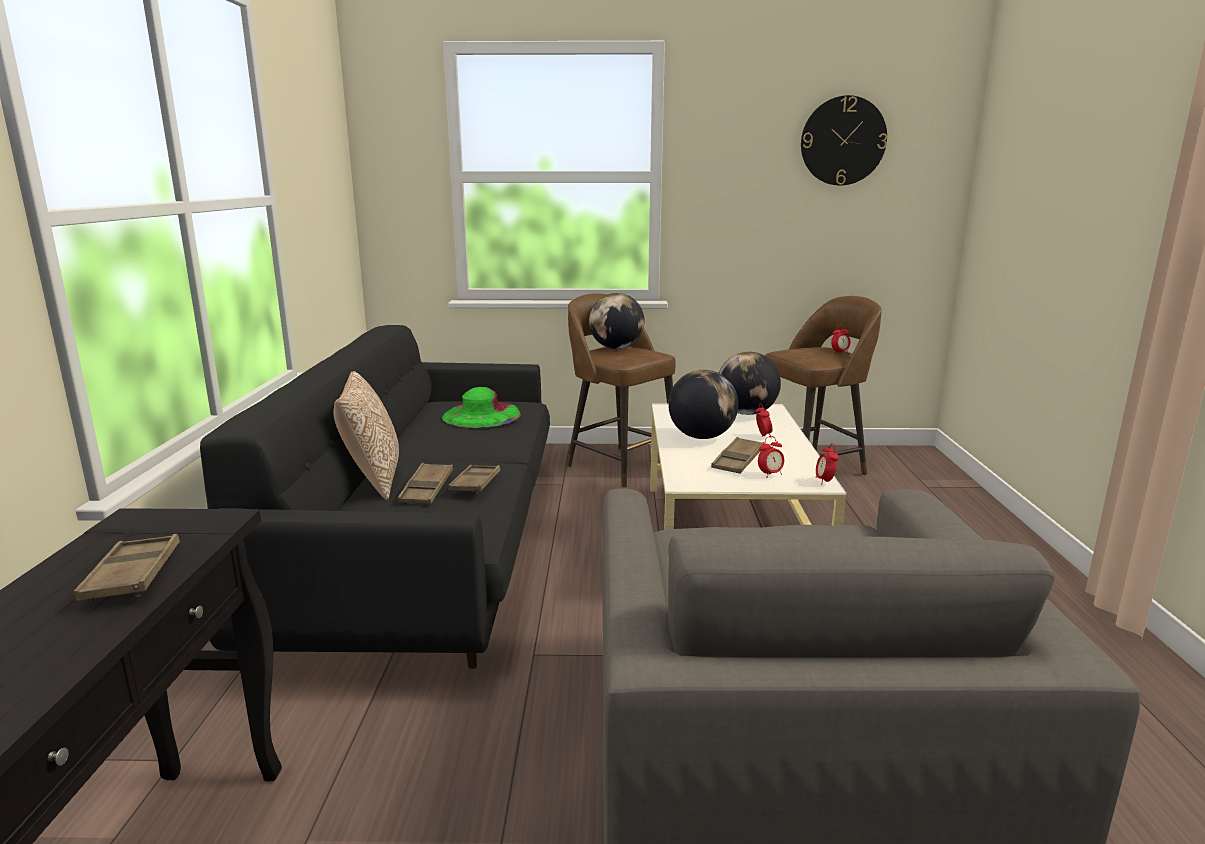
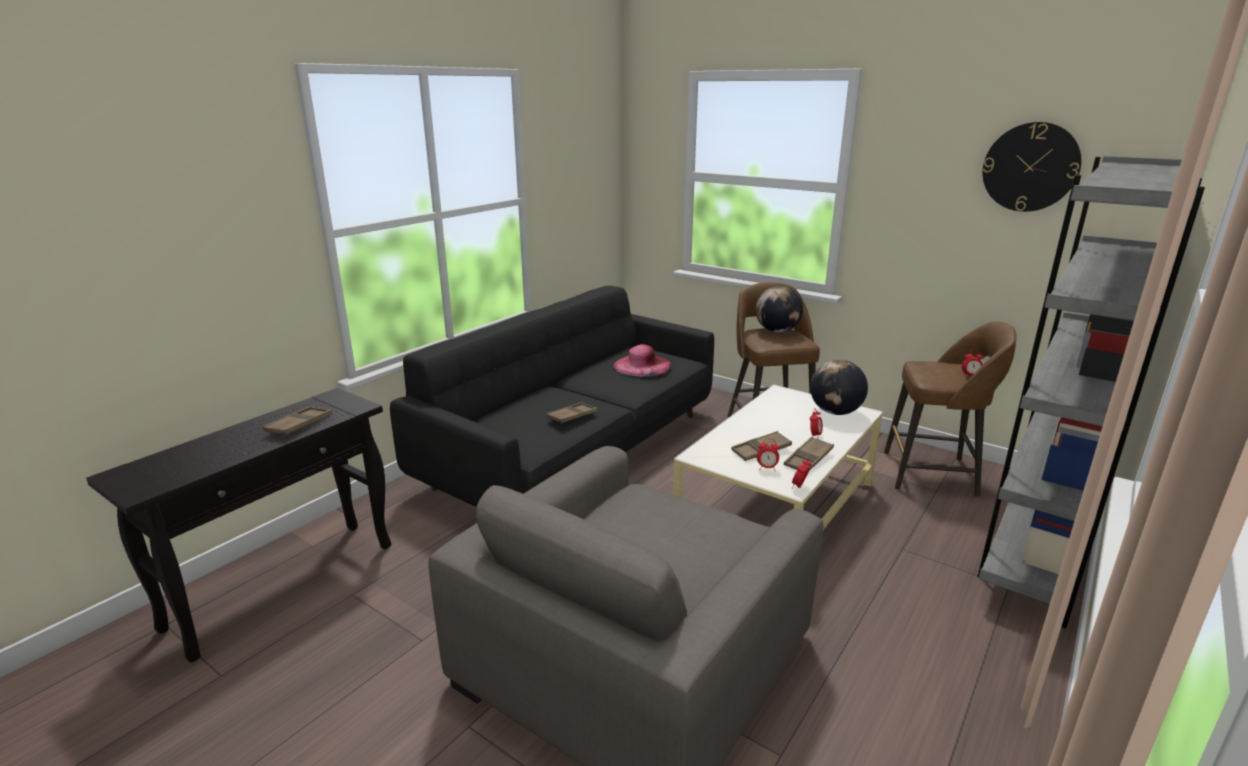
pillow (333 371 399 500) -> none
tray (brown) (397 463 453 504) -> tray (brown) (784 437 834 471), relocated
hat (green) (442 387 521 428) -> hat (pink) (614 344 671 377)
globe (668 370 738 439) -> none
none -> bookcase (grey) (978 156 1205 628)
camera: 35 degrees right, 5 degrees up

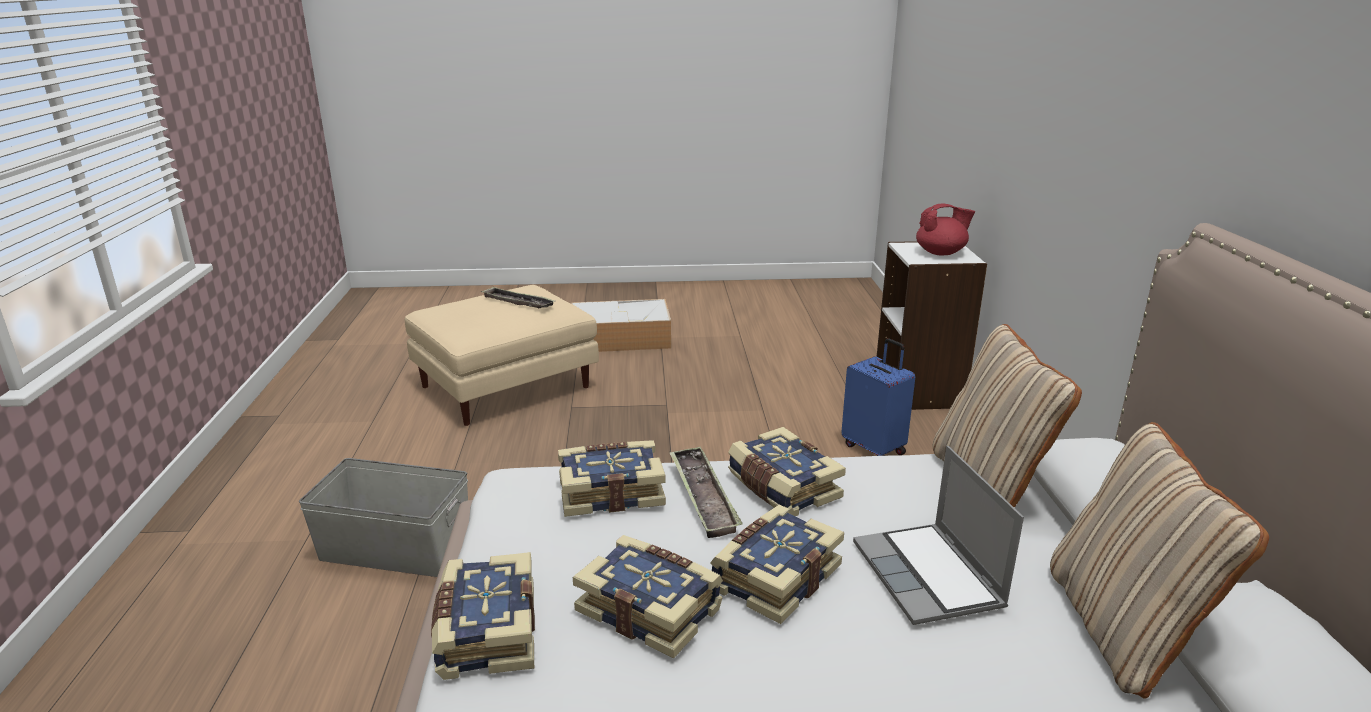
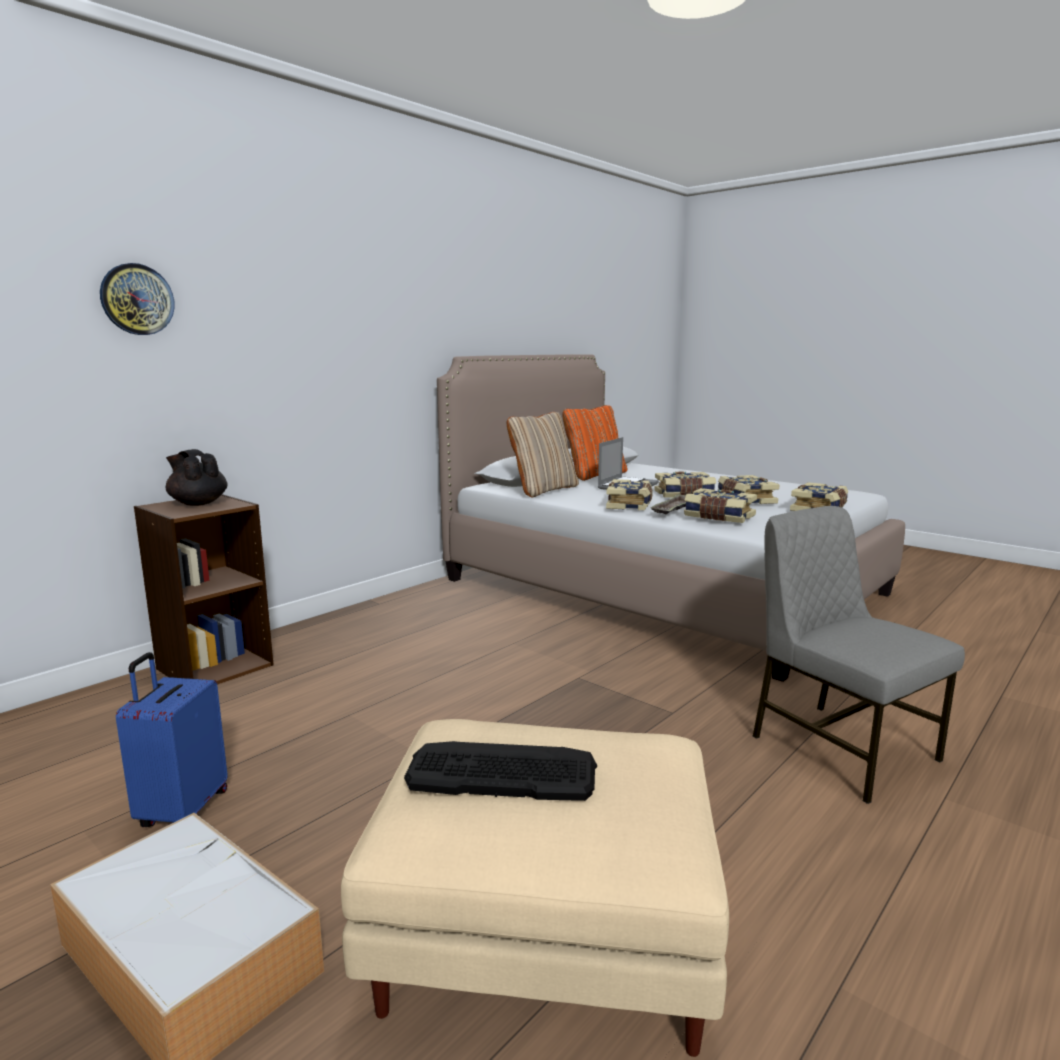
storage box (grey) (299 458 468 577) -> chair (grey) (753 506 965 804)
tray (481 287 555 308) -> keyboard (404 741 597 801)
suitcase (blue) (841 338 915 456) -> suitcase (blue) (116 652 228 827), relocated
bookcase (white) (877 241 987 410) -> bookcase (brown) (134 494 274 685)
teapot (red) (916 203 975 256) -> teapot (black) (166 449 227 506)
pillow (beige) (1050 422 1269 699) -> pillow (orange) (562 405 627 481)
none -> wall clock (100 263 175 335)
camera: 135 degrees left, 10 degrees down

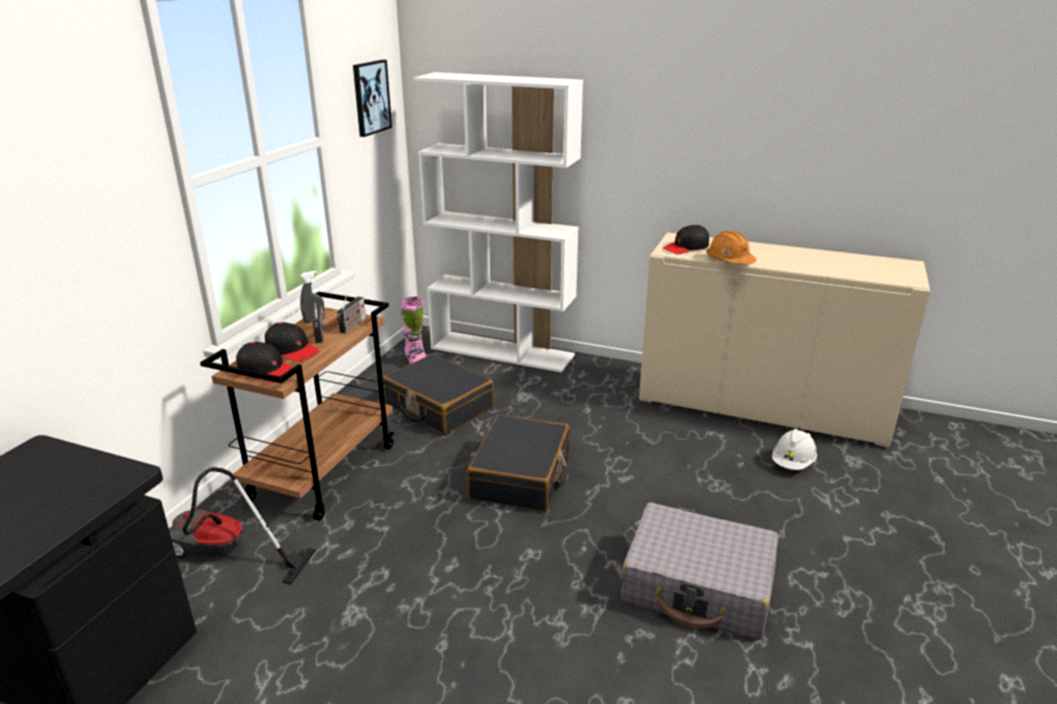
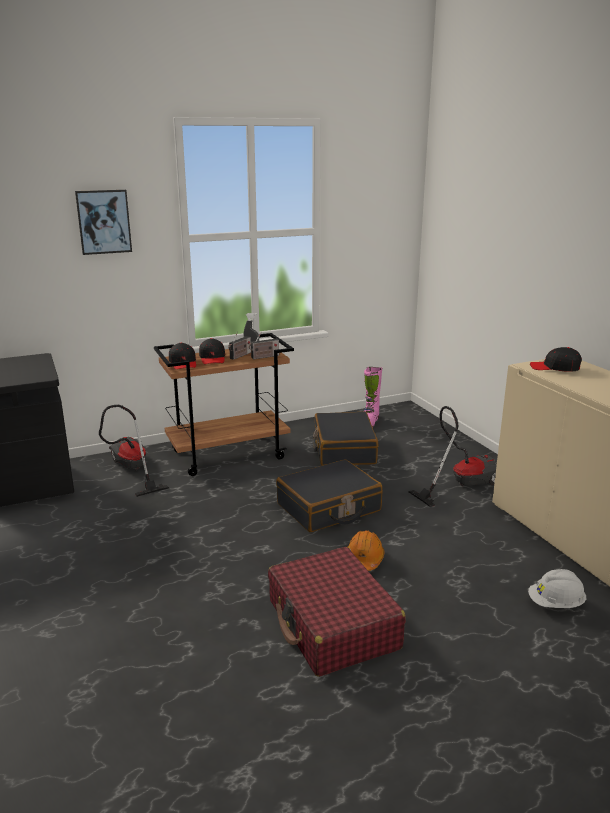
picture (353 60 392 137) -> picture (75 190 132 255), relocated
bookcase (white) (413 72 583 373) -> none
suitcase (grey) (621 502 778 640) -> suitcase (red) (268 547 406 677)
hard hat (orange) (706 231 756 265) -> hard hat (orange) (348 530 384 571), relocated
none -> vacuum cleaner (409 406 497 507)
camera: 45 degrees right, 5 degrees down

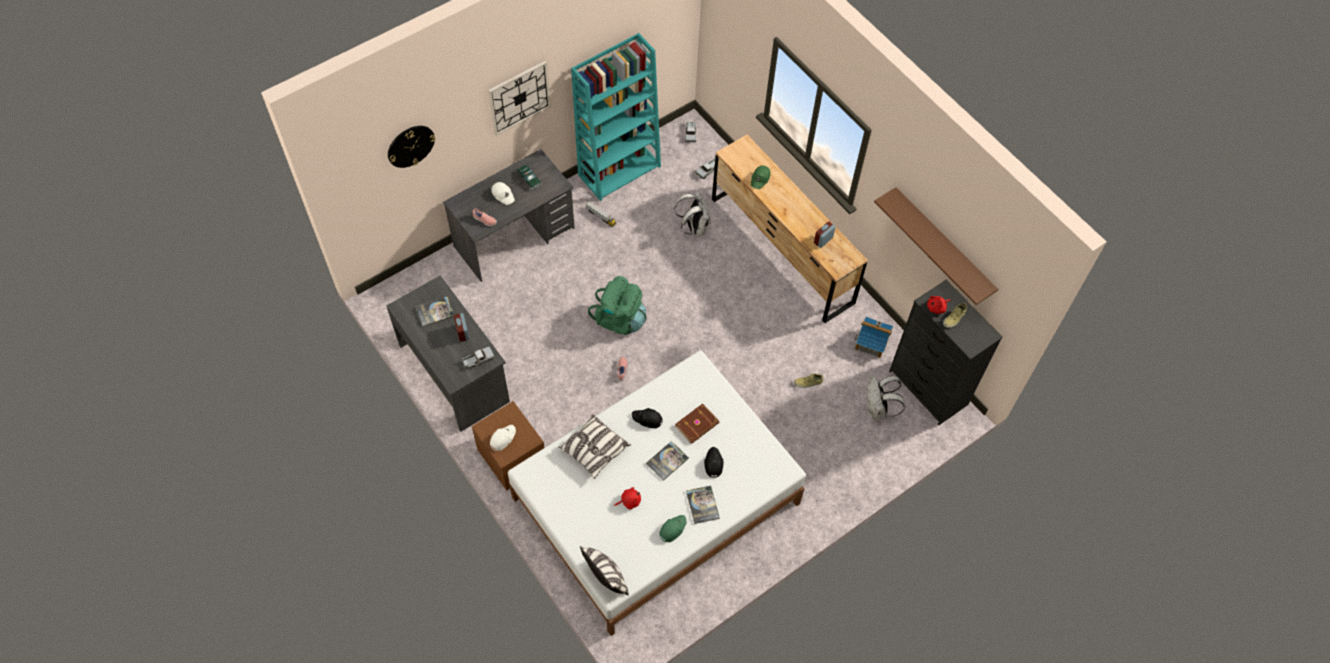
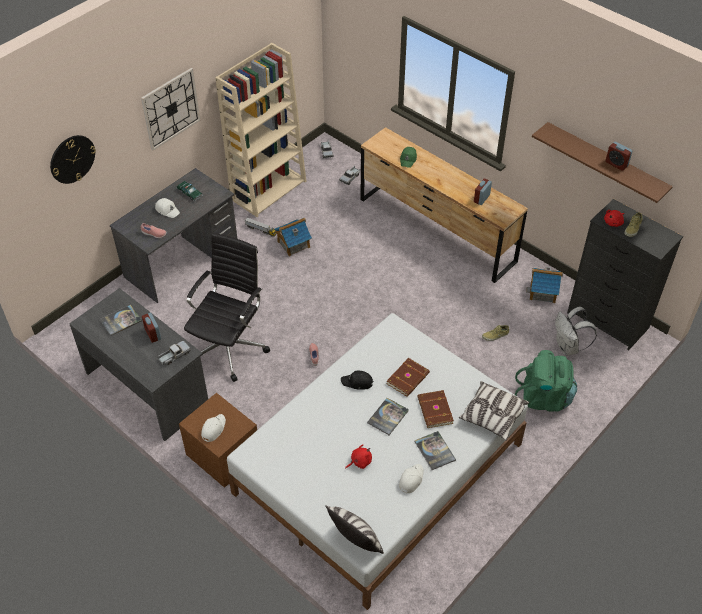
pillow (558 414 631 479) -> pillow (459 381 529 441), relocated
bookcase (turquoise) (571 33 661 201) -> bookcase (beige) (215 43 306 217)
backpack (green) (588 276 646 335) -> backpack (green) (515 350 577 412), relocated
cap (green) (659 515 687 542) -> cap (white) (399 464 424 494)
backpack (white) (674 191 711 237) -> none
cap (black) (704 447 724 478) -> book (brown) (418 390 454 428)
none -> office chair (black) (184 233 270 382)
none -> toy house (274 218 312 256)
none -> alarm clock (605 142 633 171)
camera: 10 degrees left, 10 degrees down

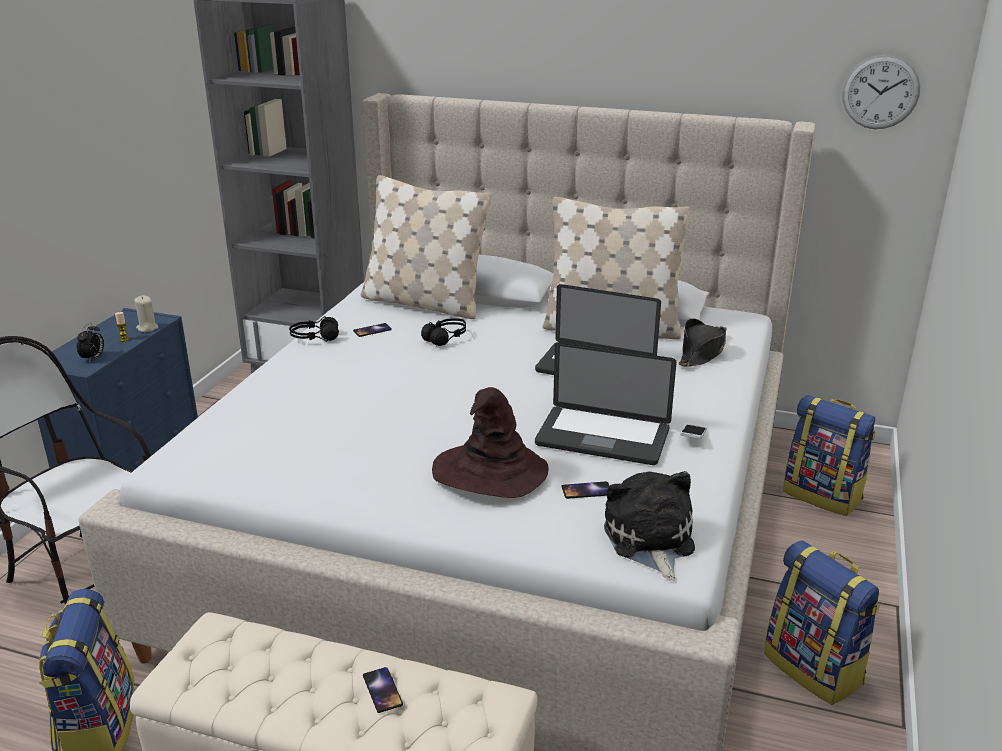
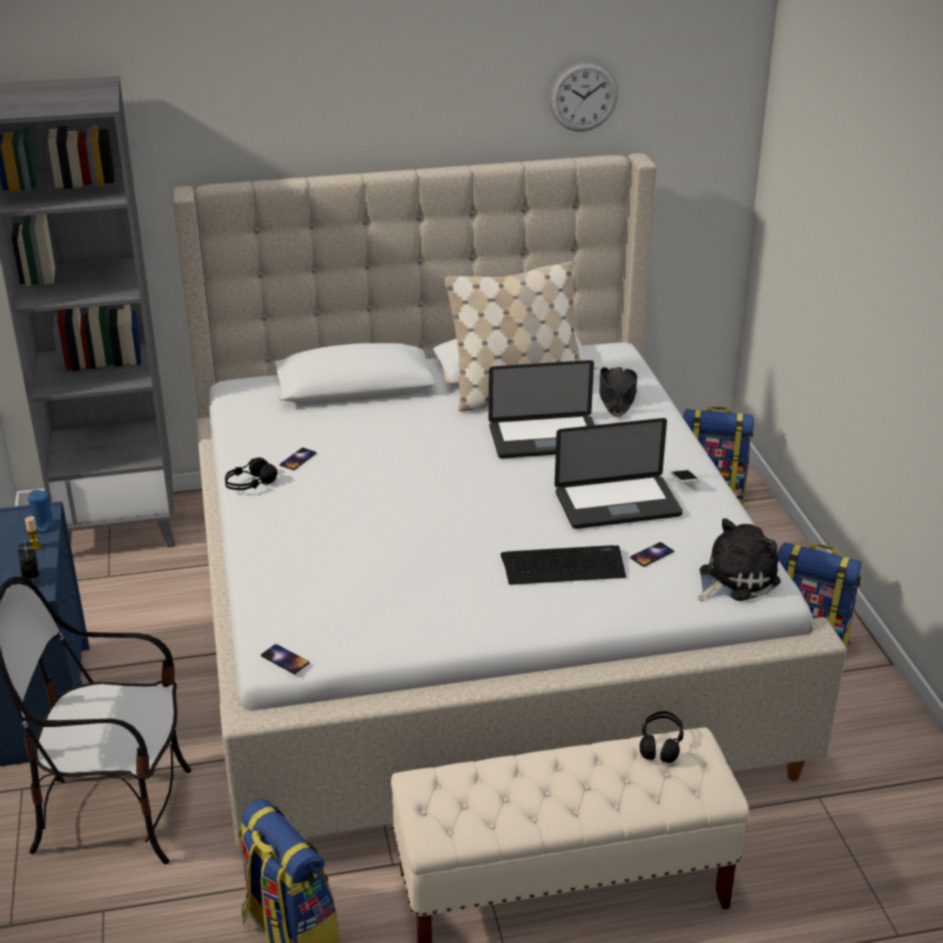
candle (beige) (134 295 158 332) -> candle (blue) (28 490 57 532)
pillow (beige) (361 175 492 319) -> none
phone (363 667 403 713) -> phone (261 644 309 674), relocated
headphones (black) (421 318 466 346) -> headphones (black) (640 711 684 763), relocated
hat (brown) (432 387 548 498) -> keyboard (501 545 626 585)
plush toy (604 471 695 580) -> plush toy (698 518 781 602), 90 degrees clockwise
wall clock (842 55 920 129) -> wall clock (550 62 618 132), relocated
camera: 30 degrees left, 5 degrees up

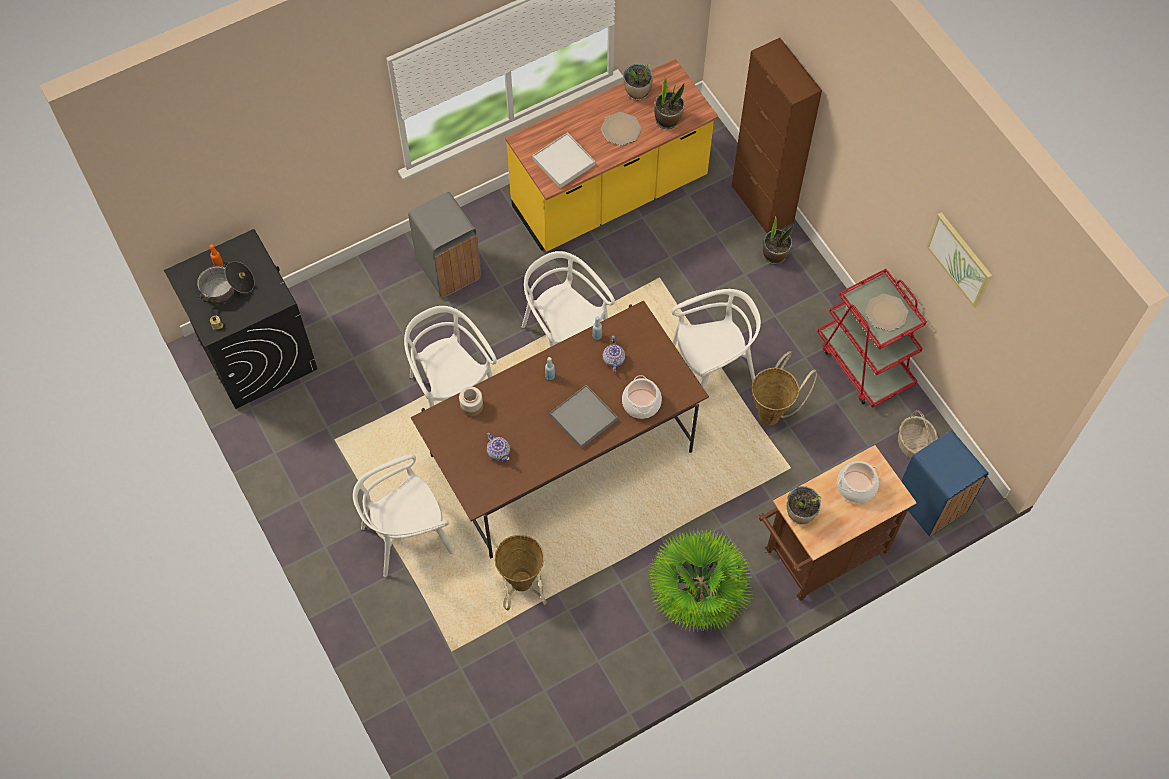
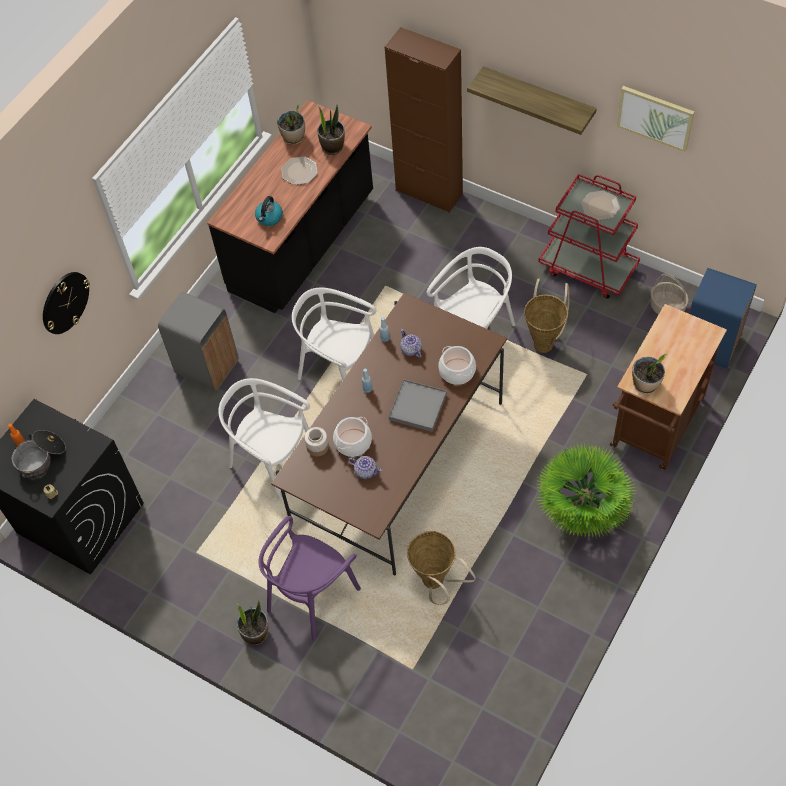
chair (white) (353 454 454 577) -> chair (purple) (258 516 361 641)
counter (yellow) (505 59 718 252) -> counter (black) (207 100 373 313)
tray (white) (532 133 595 188) -> kettle (255 196 283 226)
potted plant (763 216 794 264) -> potted plant (237 601 268 645), relocated
cooking pot (837 461 880 503) -> cooking pot (333 417 372 457), relocated
none -> wall clock (43 272 90 334)
none -> shelf (467 66 597 135)
camera: 25 degrees left, 5 degrees down

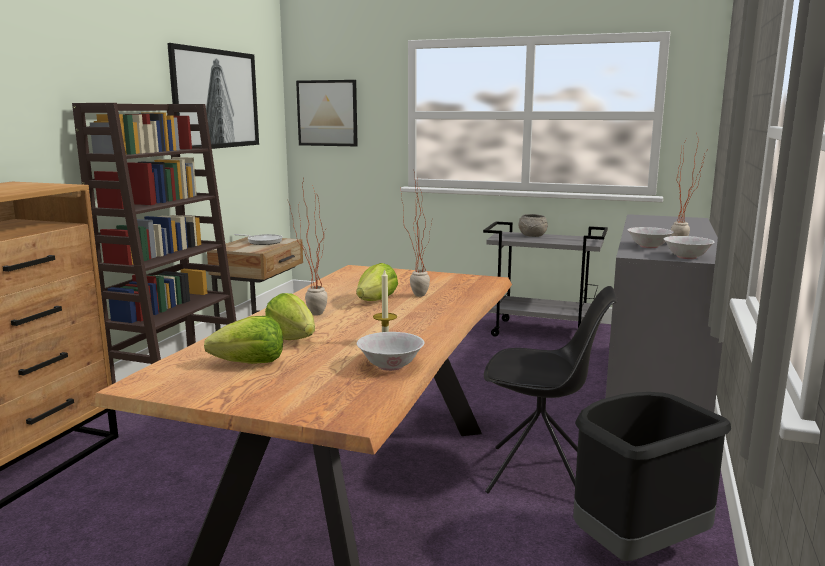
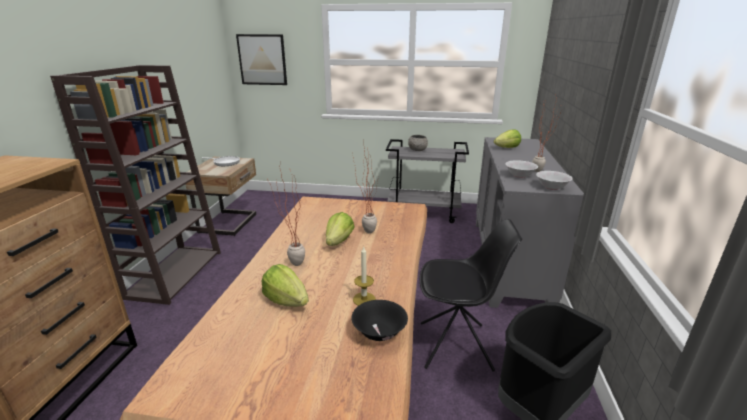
picture (167 43 259 149) -> none
lettuce (204 316 283 364) -> lettuce (494 129 521 148), relocated
bowl (white) (357 332 425 371) -> bowl (black) (351 300 408 341)
camera: 10 degrees left, 10 degrees up

